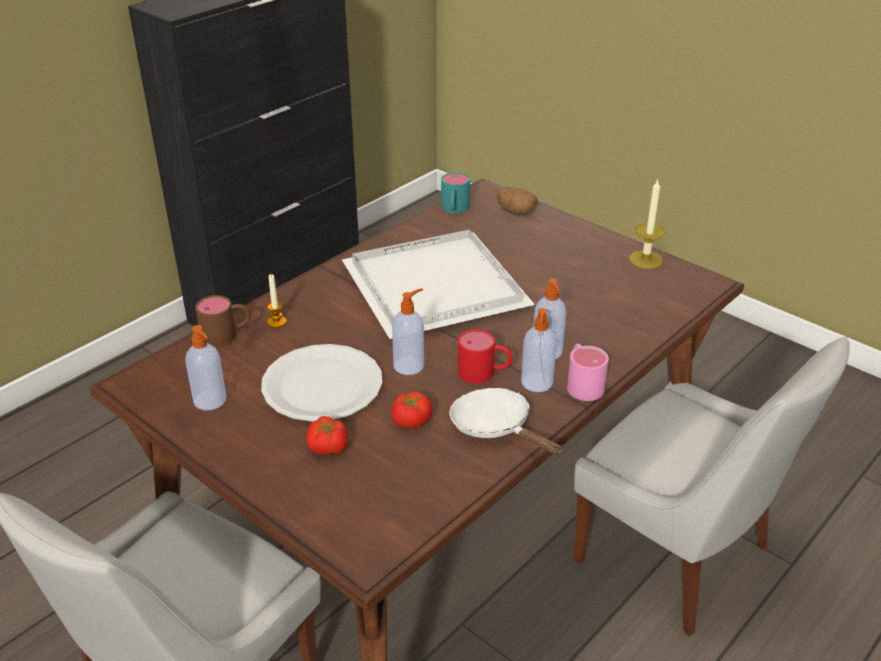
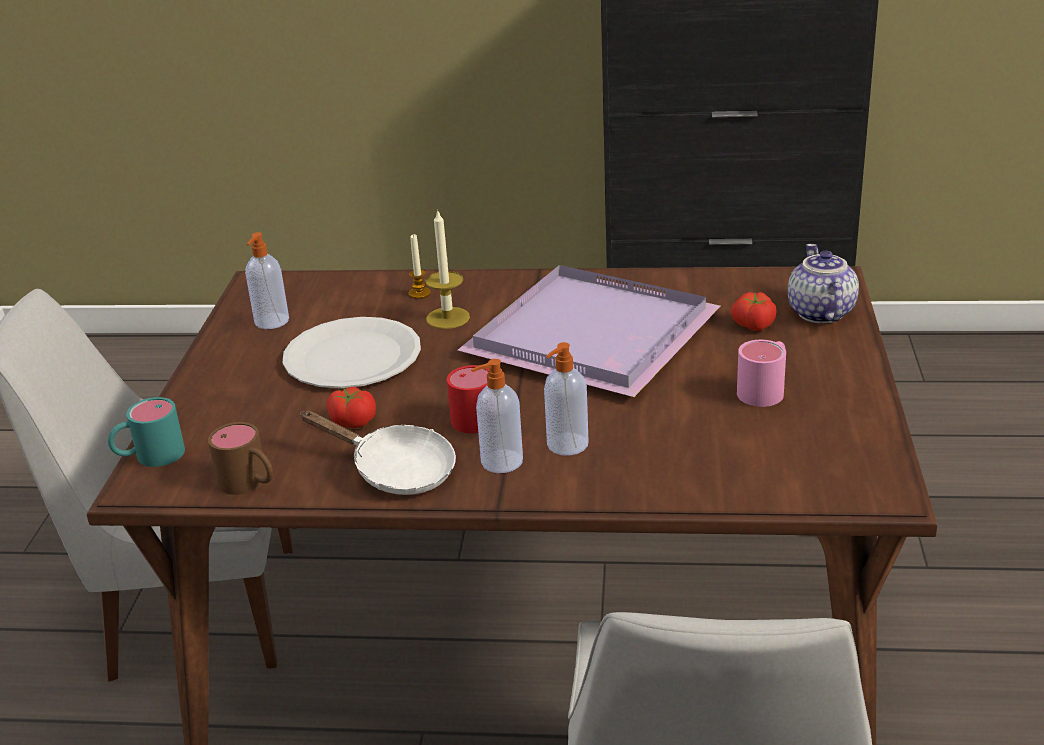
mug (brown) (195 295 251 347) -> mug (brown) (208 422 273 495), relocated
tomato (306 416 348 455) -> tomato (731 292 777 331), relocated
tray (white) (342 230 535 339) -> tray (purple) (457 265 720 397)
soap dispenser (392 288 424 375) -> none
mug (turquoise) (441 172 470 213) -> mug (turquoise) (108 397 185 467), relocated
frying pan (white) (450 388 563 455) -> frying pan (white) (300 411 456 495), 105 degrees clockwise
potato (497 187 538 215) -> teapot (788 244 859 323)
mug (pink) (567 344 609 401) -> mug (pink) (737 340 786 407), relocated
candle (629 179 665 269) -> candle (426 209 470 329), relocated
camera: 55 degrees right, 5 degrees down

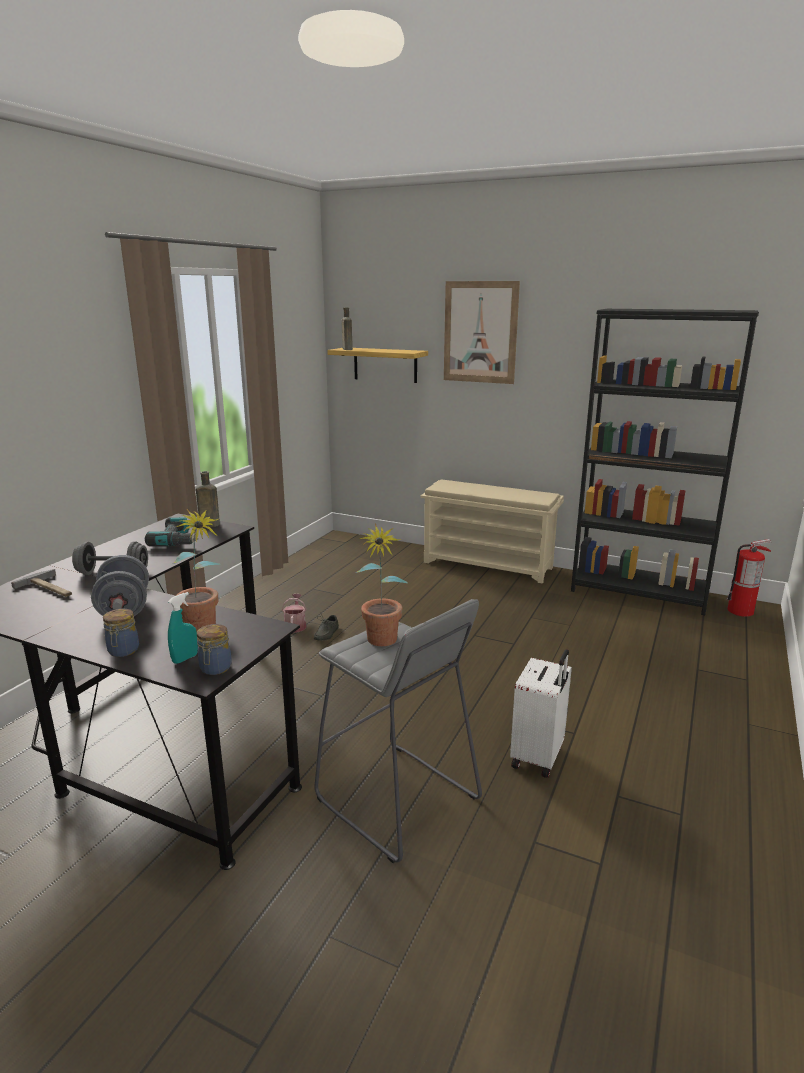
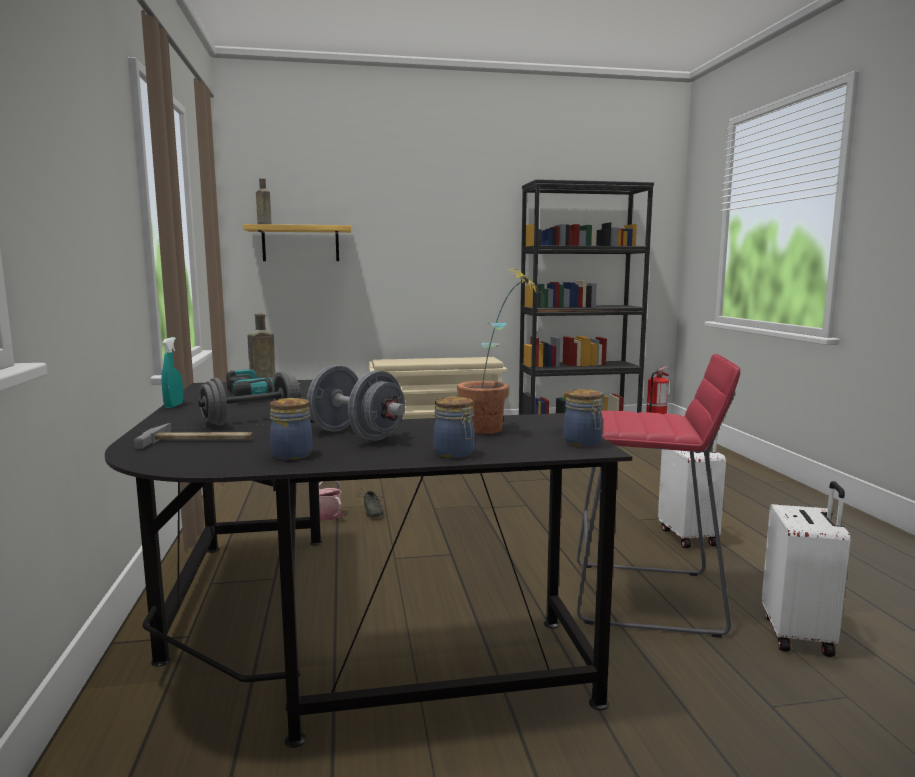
spray bottle (turquoise) (168 592 198 664) -> spray bottle (turquoise) (161 337 183 408), relocated
stool (grey) (315 599 482 863) -> stool (red) (577 354 741 638)
potted plant (355 523 407 646) -> none
picture (444 281 520 384) -> none
none -> jar (270 398 313 460)
none -> suitcase (white) (762 481 851 657)
camera: 35 degrees left, 10 degrees down

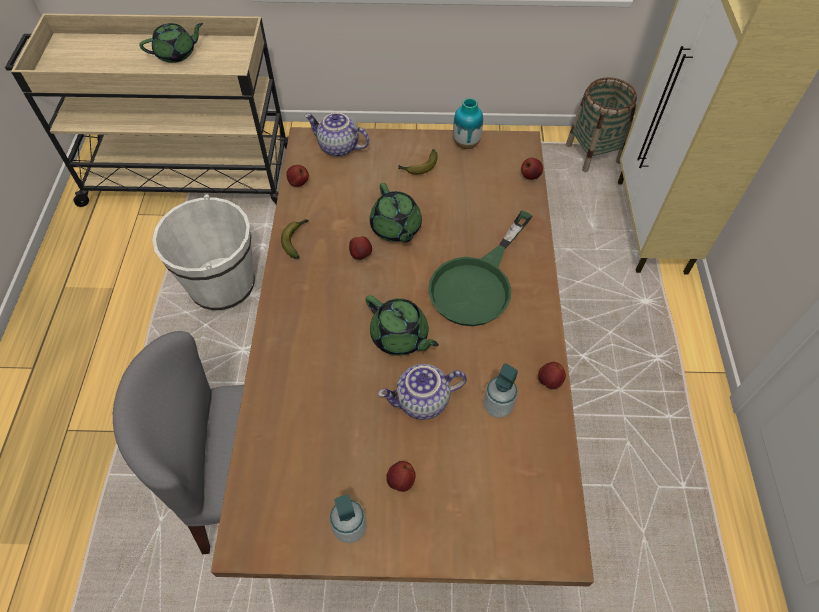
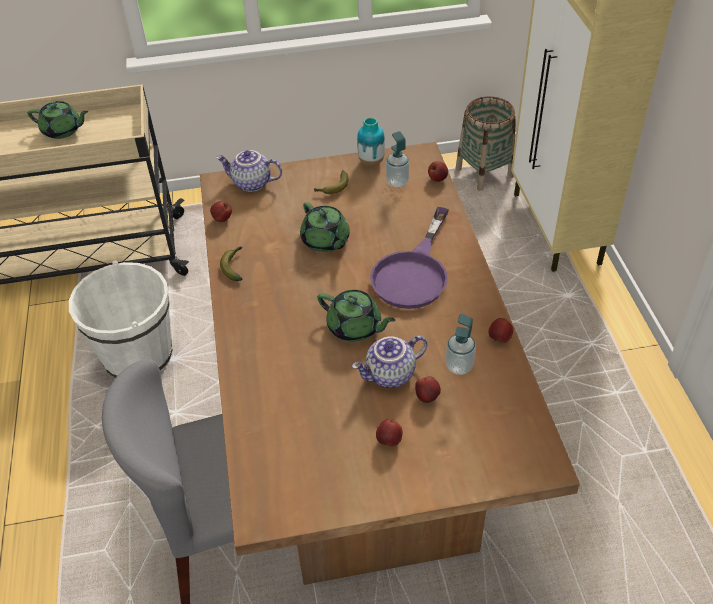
teapot (green) (139 23 203 63) -> teapot (green) (28 101 88 139), 45 degrees clockwise
soap dispenser (329 494 367 543) -> soap dispenser (386 131 409 187), relocated
apple (349 236 372 260) -> apple (415 376 441 403), relocated
frying pan (green) (428 210 532 326) -> frying pan (purple) (370 207 449 309)
camera: 10 degrees left, 10 degrees down

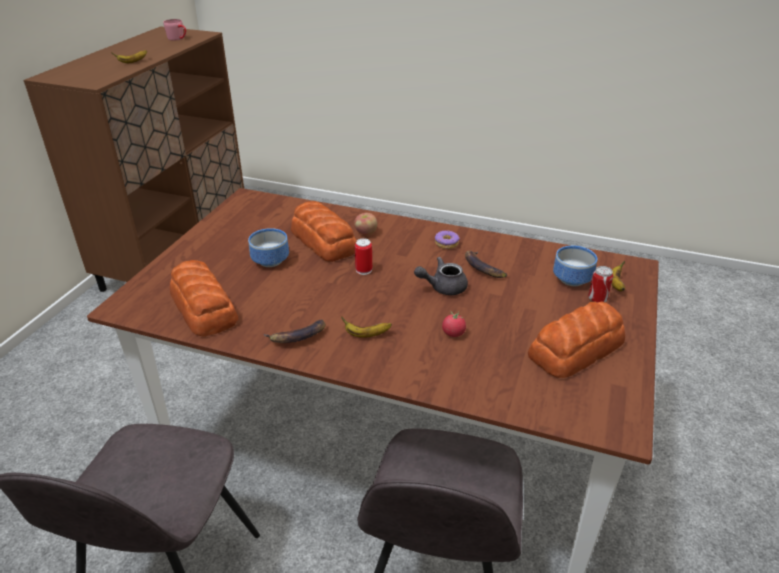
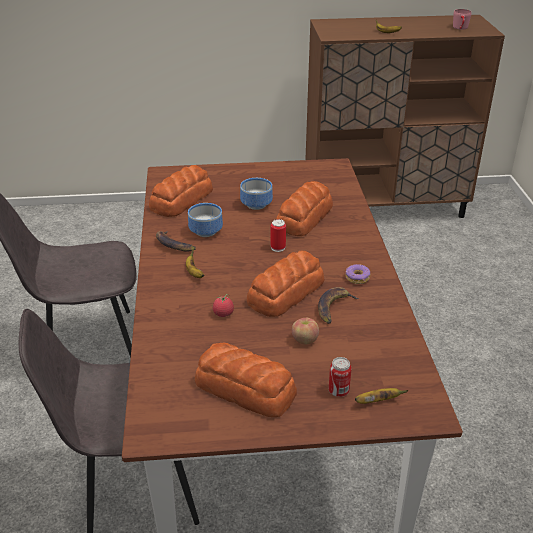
apple (354 213 377 236) -> apple (292 318 319 345), relocated
teapot (grey) (414 257 468 295) -> bread (247 251 325 317)
bowl (553 246 597 286) -> bowl (188 203 223 237), relocated
camera: 65 degrees right, 0 degrees up

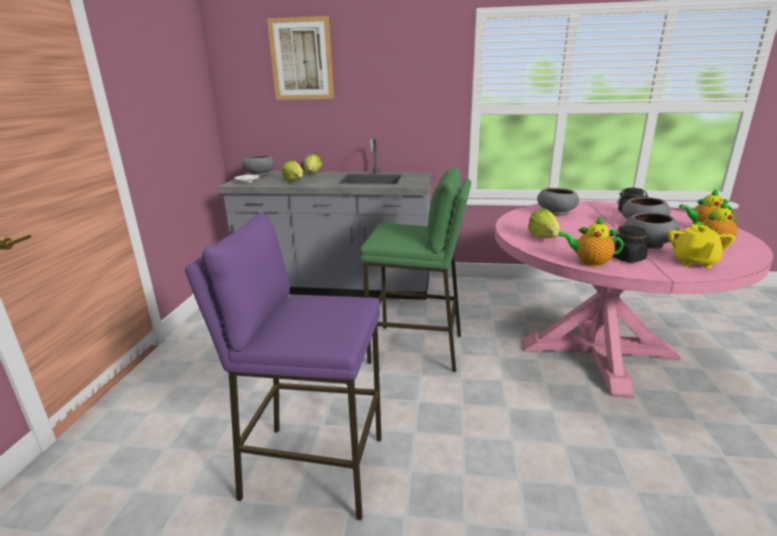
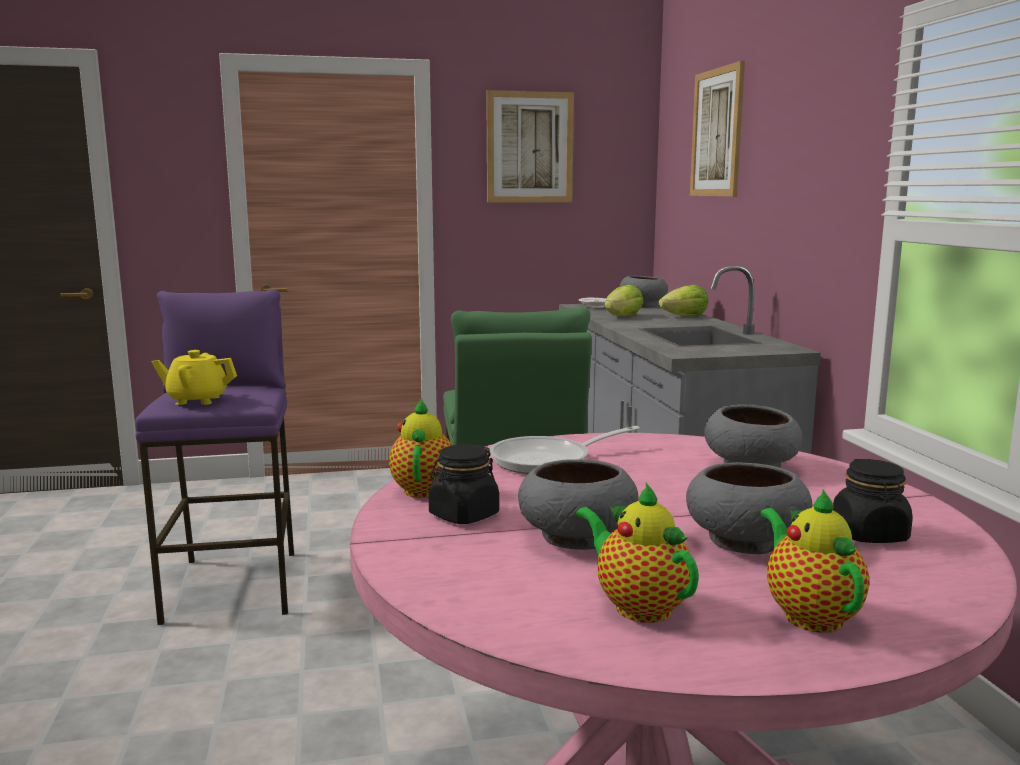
lettuce (528 209 560 238) -> frying pan (490 426 640 474)
teapot (yellow) (668 224 735 268) -> teapot (yellow) (152 350 237 405), relocated
none -> picture (486 90 574 203)
camera: 70 degrees right, 10 degrees down

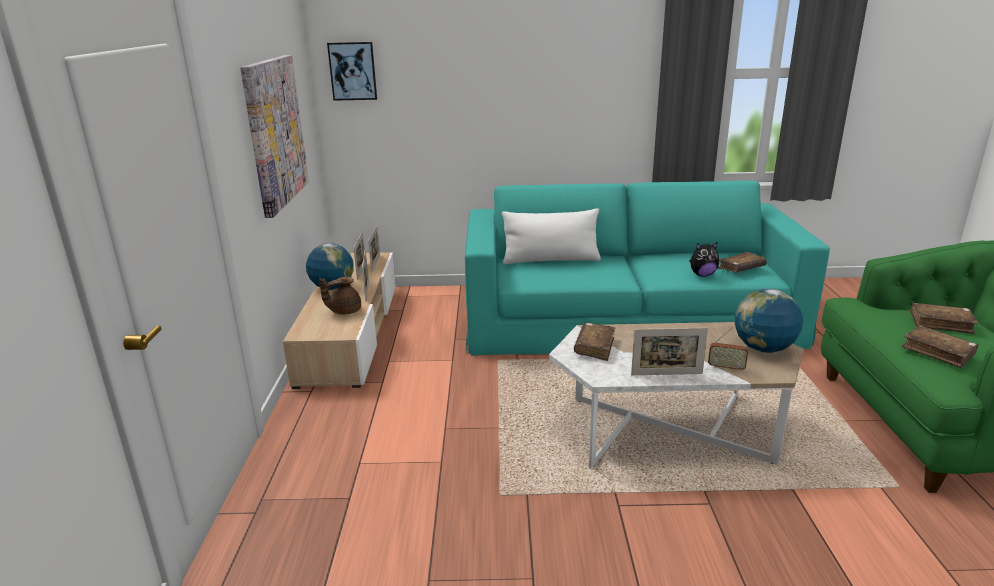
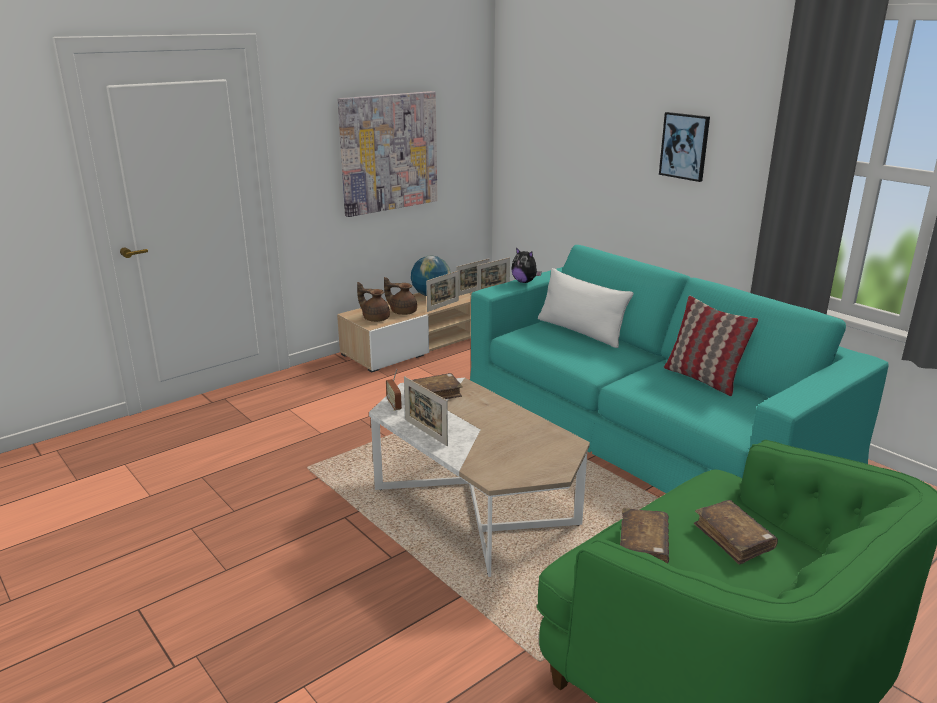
picture (327 42 377 101) -> picture (659 112 710 182), relocated
plush toy (689 242 719 277) -> plush toy (511 248 542 283), relocated
radio (708 327 748 372) -> radio (386 369 402 411), relocated
book (brown) (718 252 767 273) -> none
globe (734 289 803 353) -> none
none -> teapot (brown) (357 282 390 322)
none -> pillow (664 296 759 396)
camera: 50 degrees right, 0 degrees up

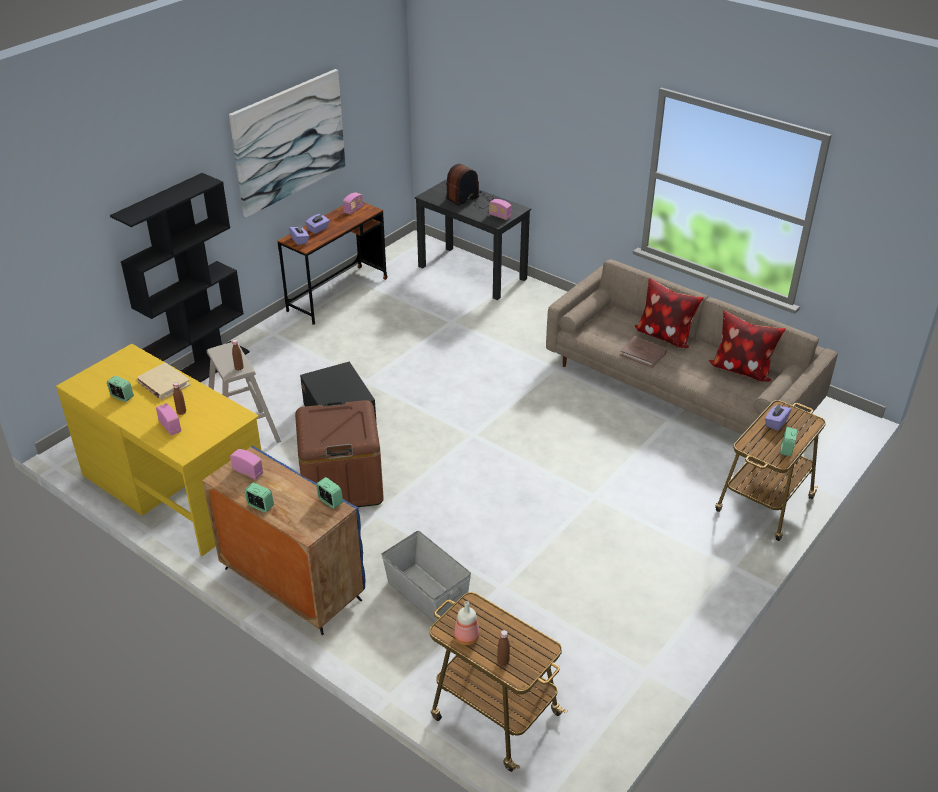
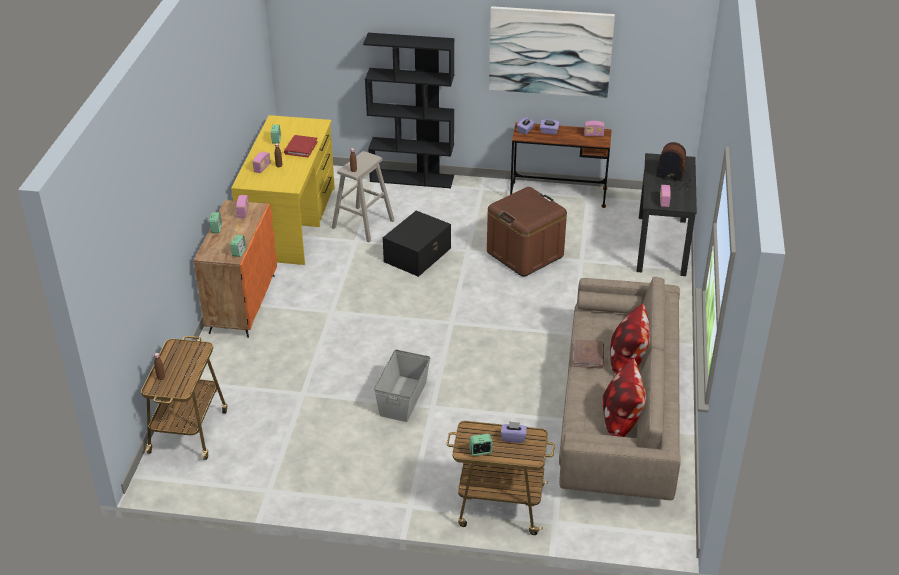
book (beige) (137 362 191 400) -> book (red) (284 135 318 157)
cabinet (blue) (202 446 365 635) -> cabinet (orange) (194 200 277 338)
storage box (brown) (295 400 384 507) -> storage box (brown) (487 187 567 276), relocated
storage box (grey) (381 531 471 623) -> storage box (grey) (374 350 430 422), relocated
bottle (454 601 480 645) -> none
camera: 60 degrees right, 0 degrees up

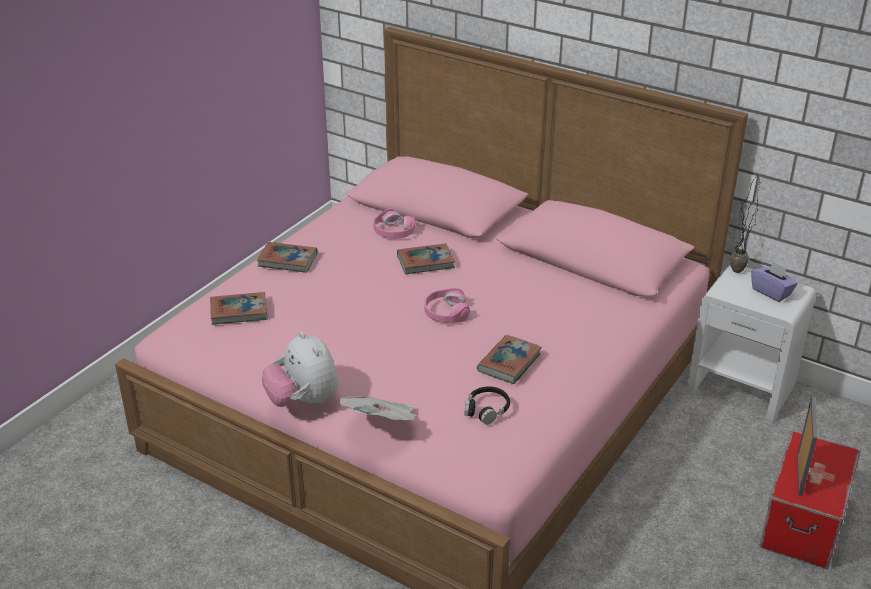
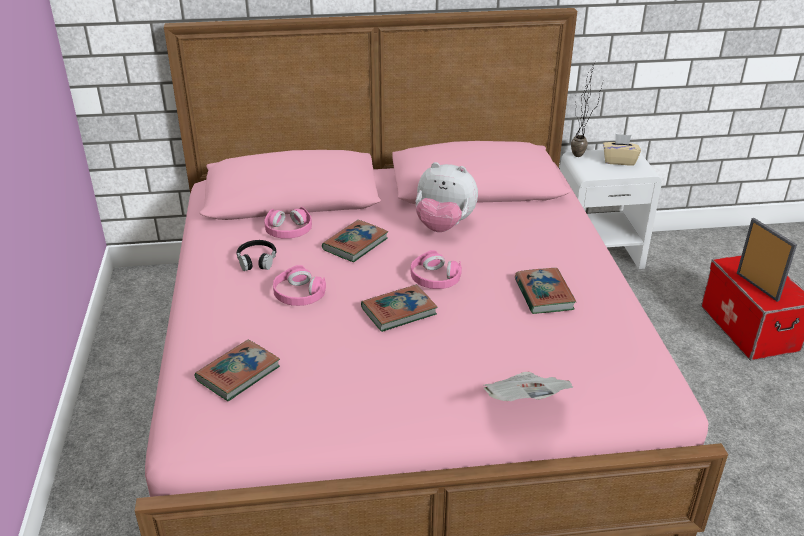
book (257 242 317 273) -> book (361 285 438 332), relocated
plush toy (262 332 339 407) -> plush toy (415 162 478 232), relocated
headphones (black) (465 386 510 425) -> headphones (black) (237 240 276 271), relocated
tissue box (purple) (751 262 798 302) -> tissue box (beige) (603 134 641 166)
none -> headphones (pink) (273 265 326 306)
camera: 40 degrees left, 0 degrees up

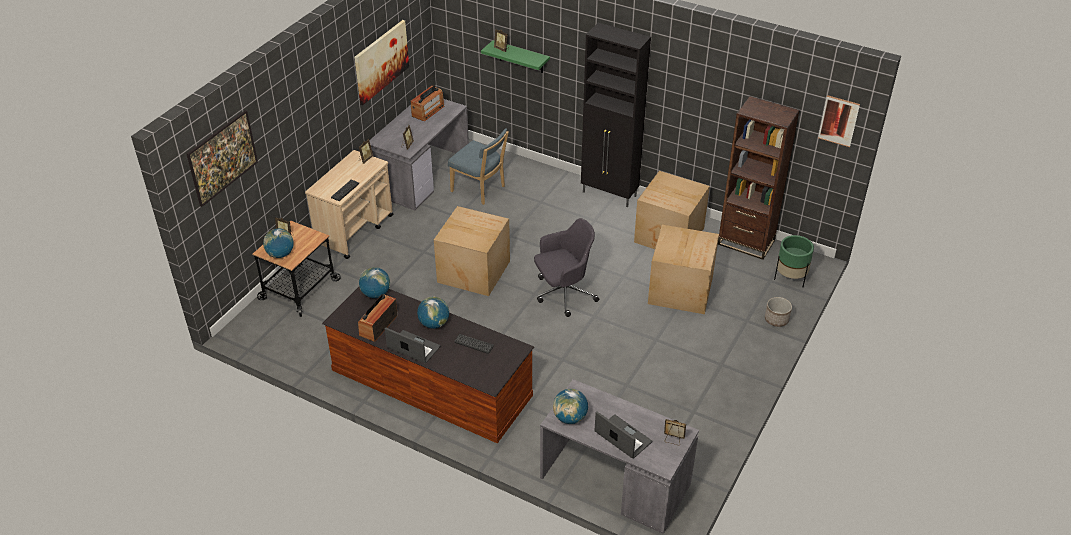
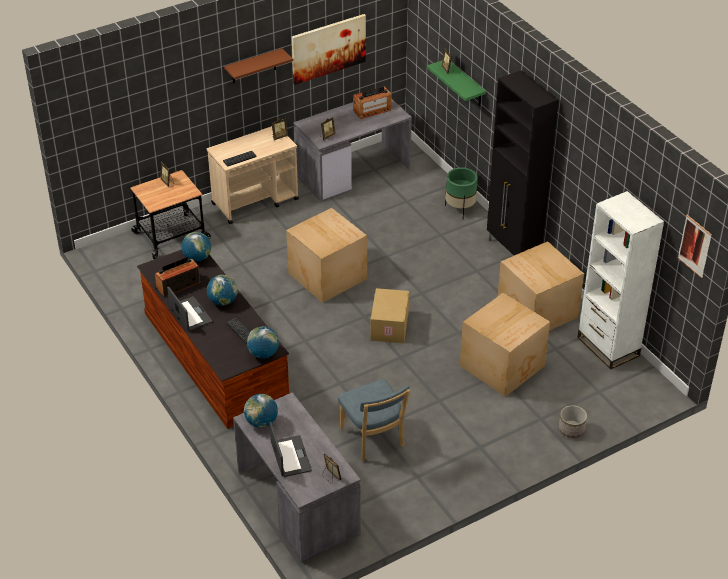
picture (186 110 258 207) -> none
globe (263 228 294 258) -> globe (247 326 279 359), relocated
chair (blue) (448 128 509 205) -> chair (blue) (338 379 410 461), relocated
office chair (grey) (534 218 599 317) -> cardboard box (370 288 409 343)
bookcase (brown) (718 96 800 260) -> bookcase (white) (577 191 664 370)
planter (green) (774 235 814 287) -> planter (green) (445 167 478 218), relocated
none -> shelf (brown) (224 48 293 83)
camera: 30 degrees right, 0 degrees up

